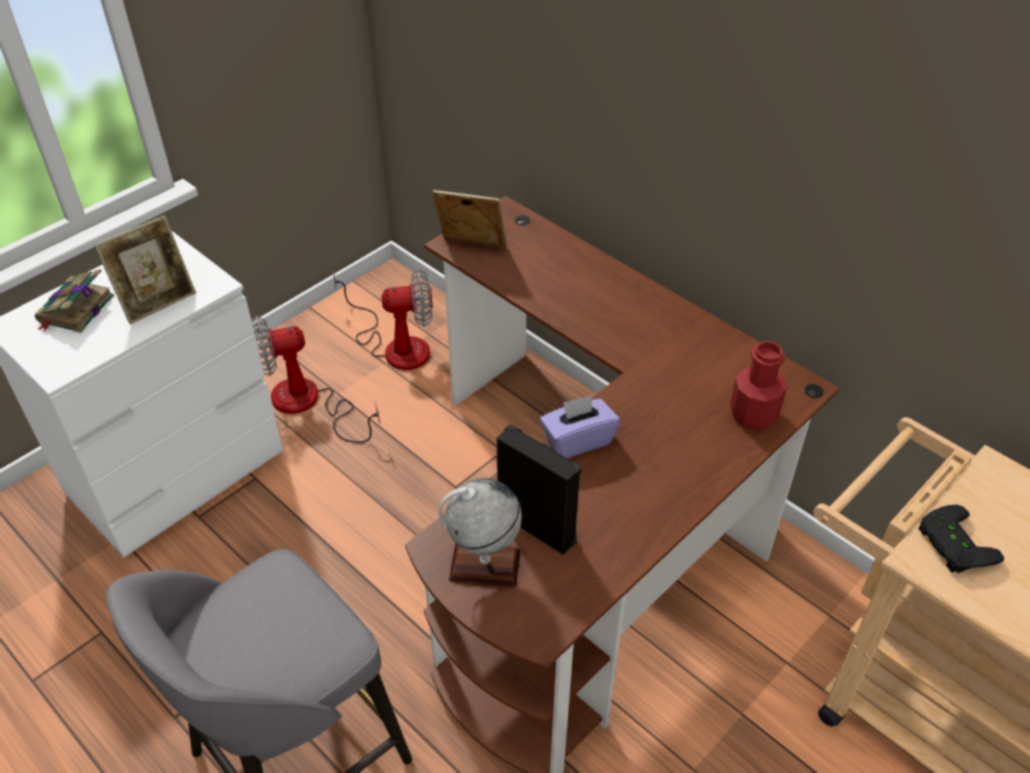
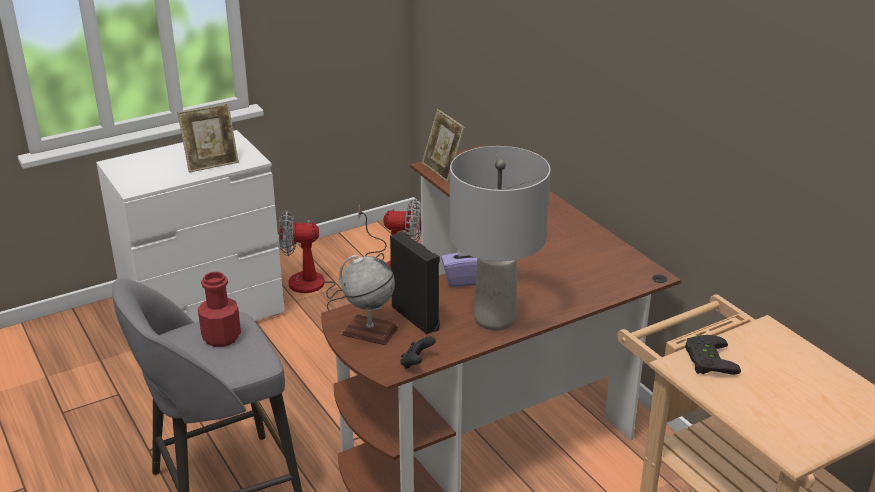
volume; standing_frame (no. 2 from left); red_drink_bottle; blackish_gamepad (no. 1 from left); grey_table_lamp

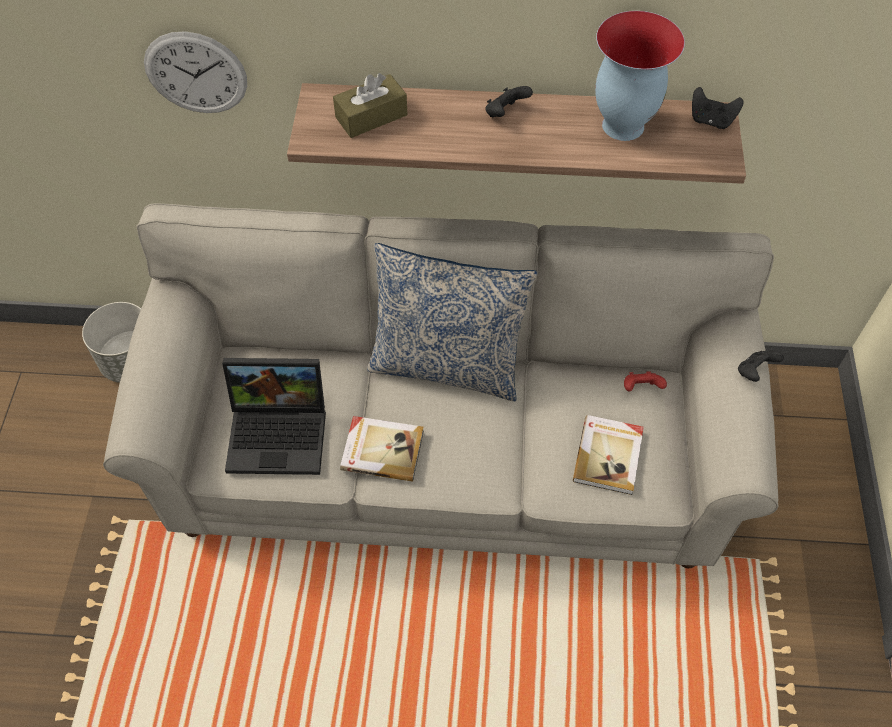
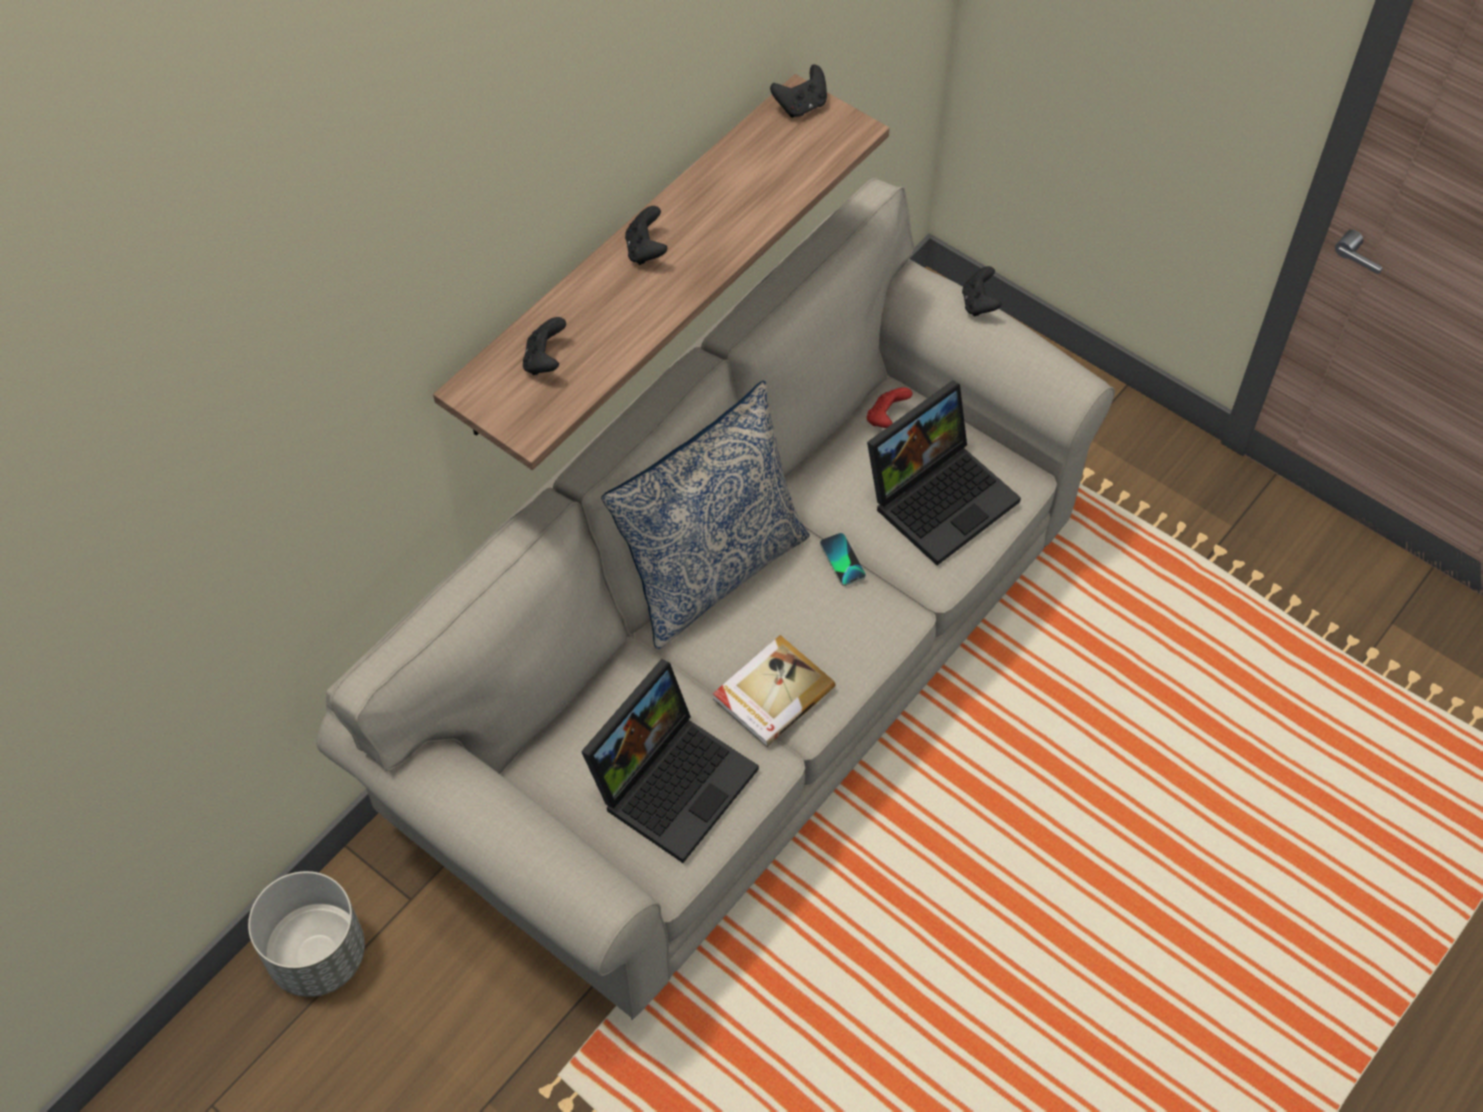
clock_on_the_wall; blackish_gamepad (no. 1 from left); notebook_computer (no. 2 from left); vase; telephone

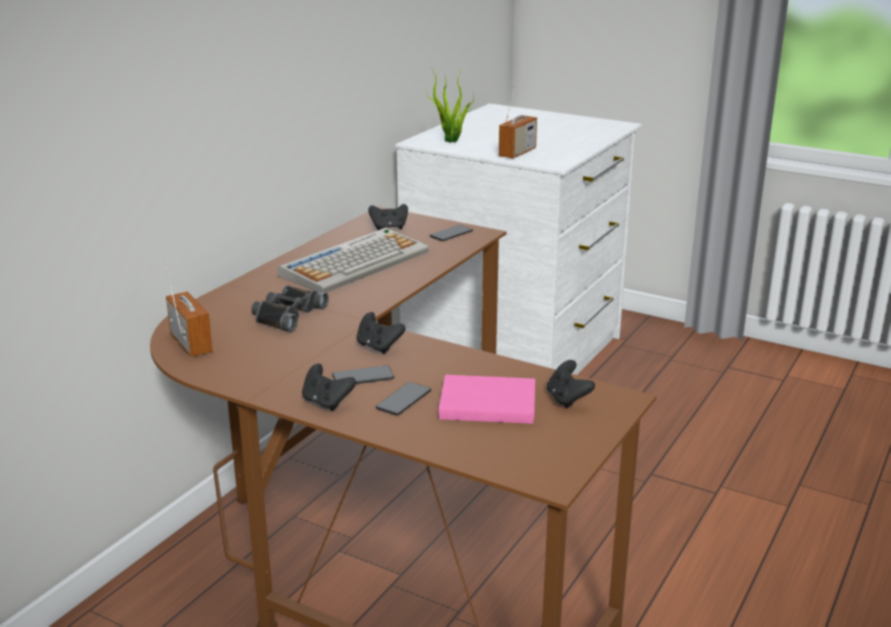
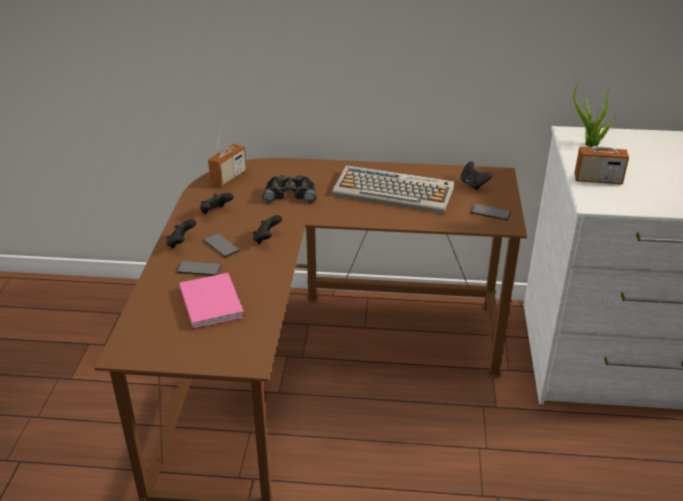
blackish_gamepad (no. 2 from left)

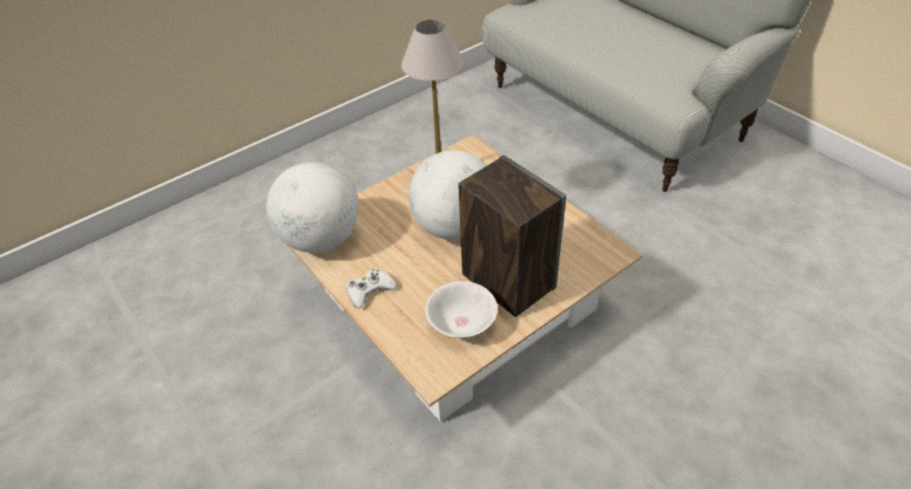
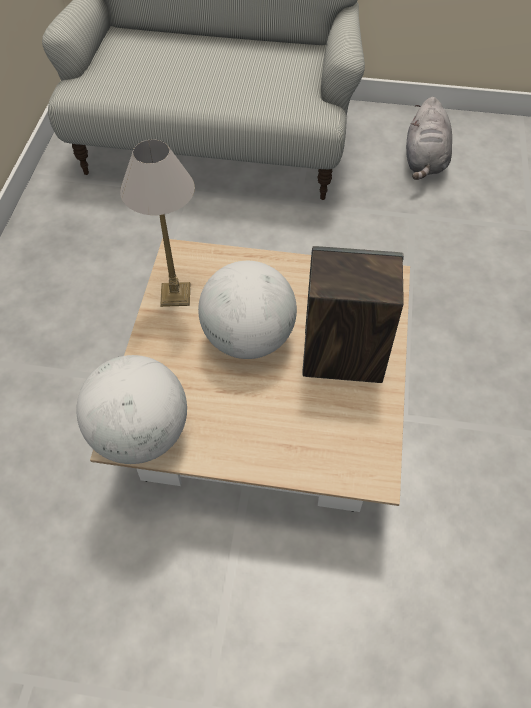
white_gamepad; white_bowl; grey_cuddly_toy

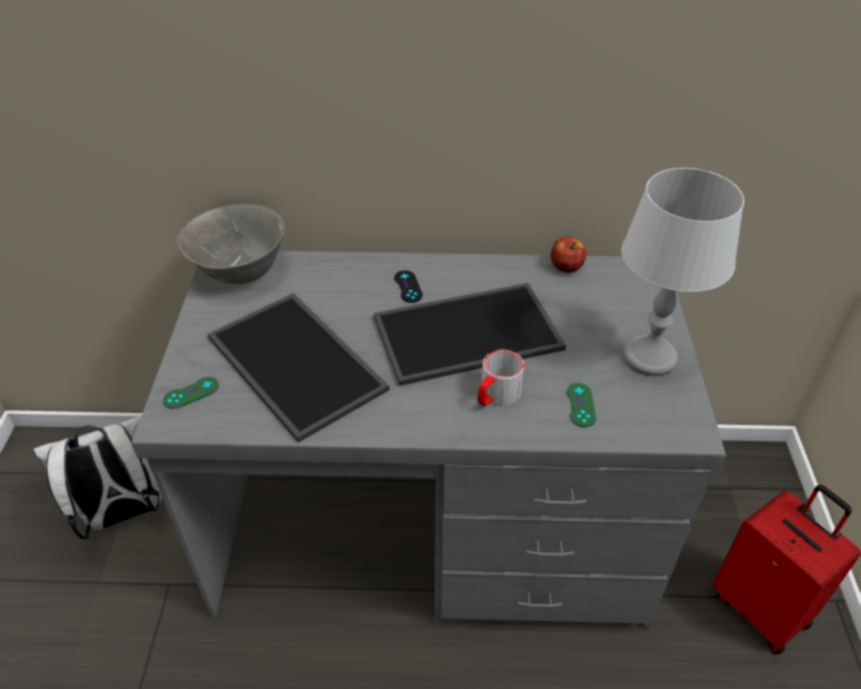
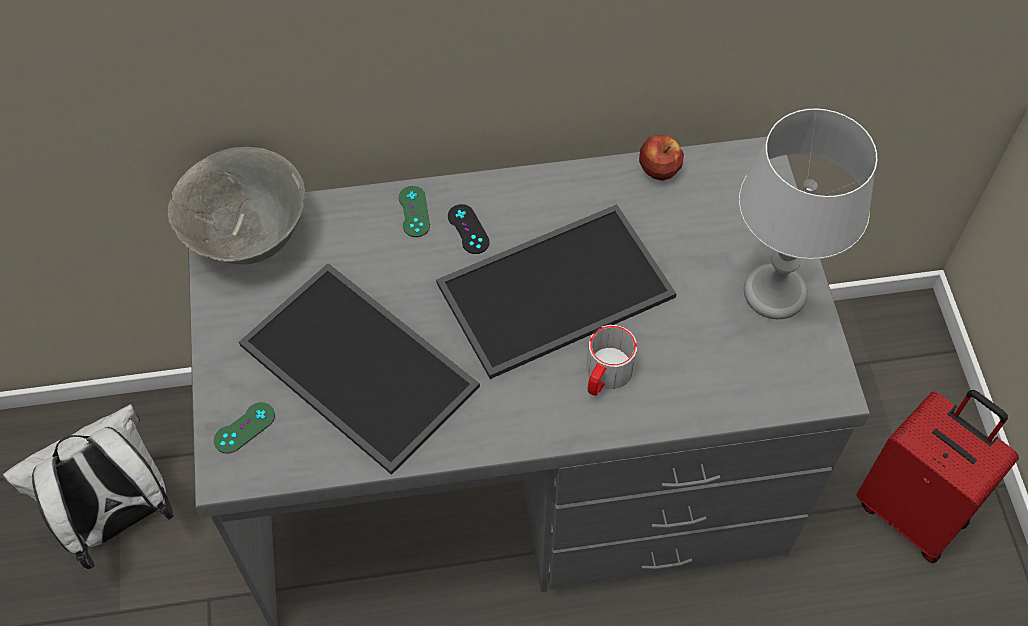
greenish_gamepad (no. 2 from left)

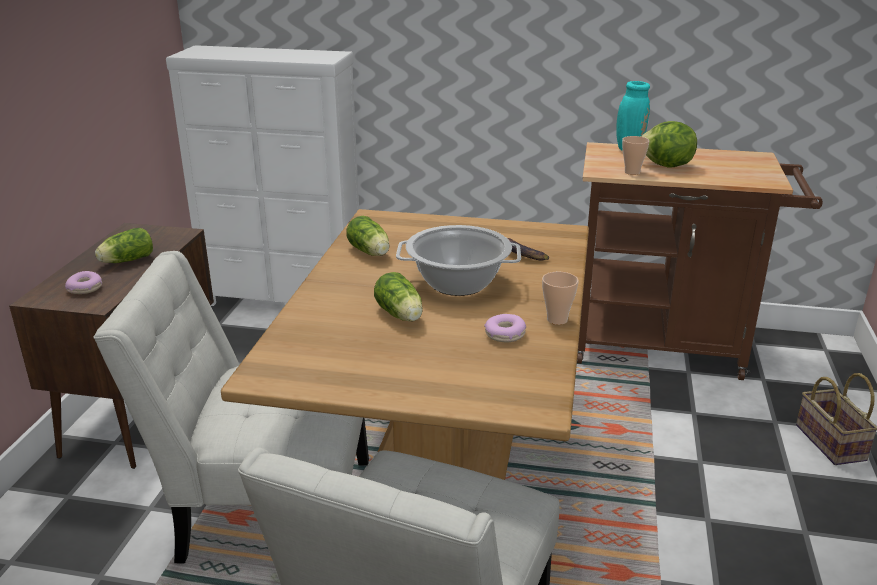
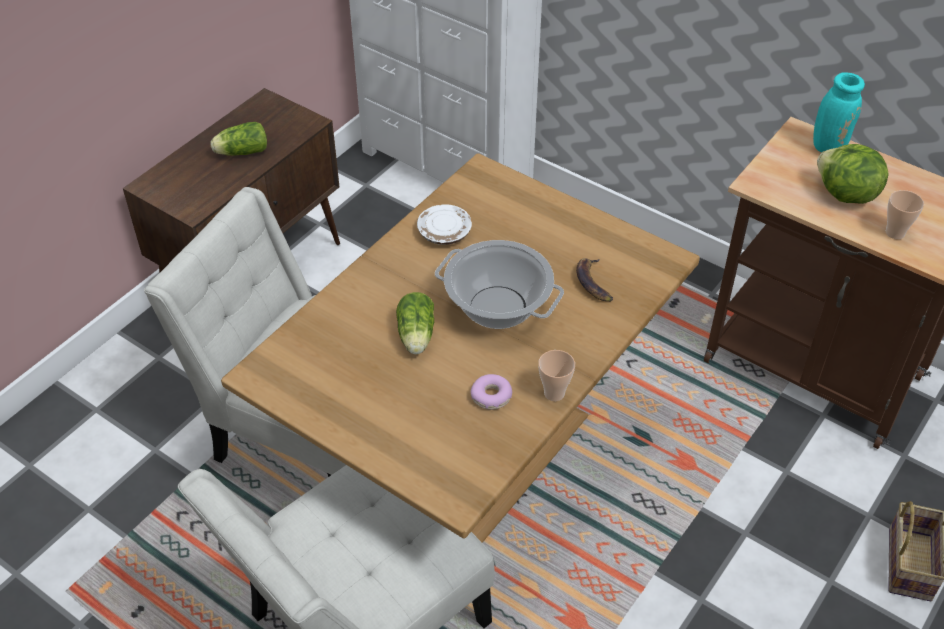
ring_doughnut (no. 1 from left in the first image); white_dinner_plate; small_cup (no. 2 from left)

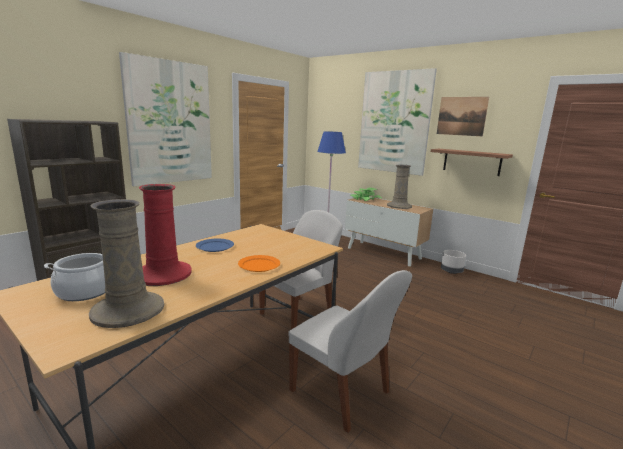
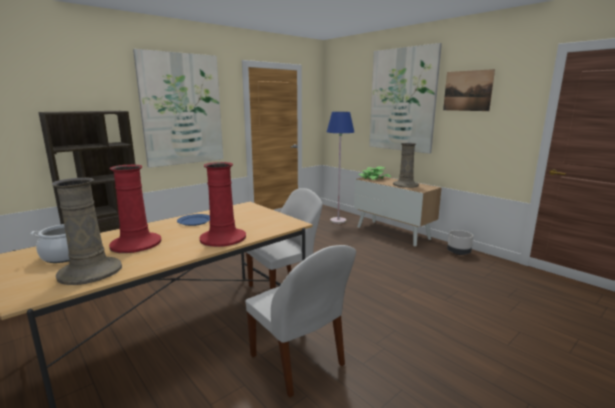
red_vase (no. 2 from left); wall_shelf

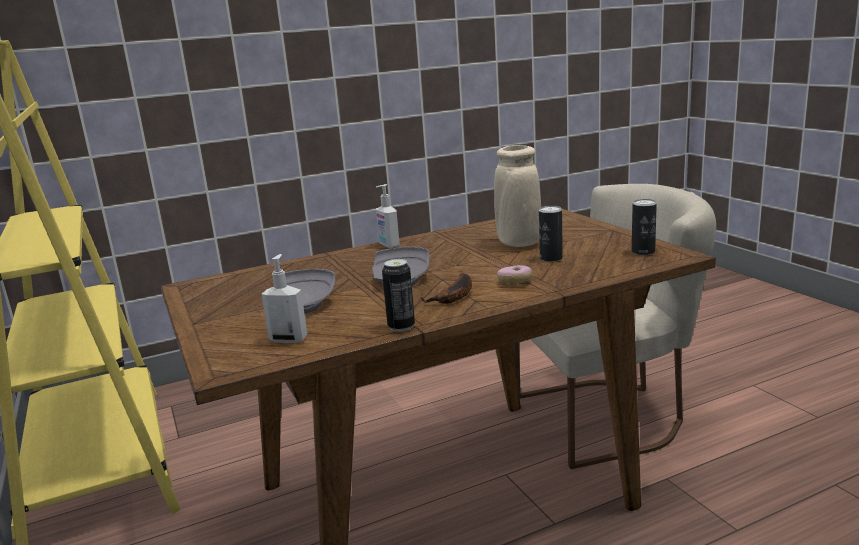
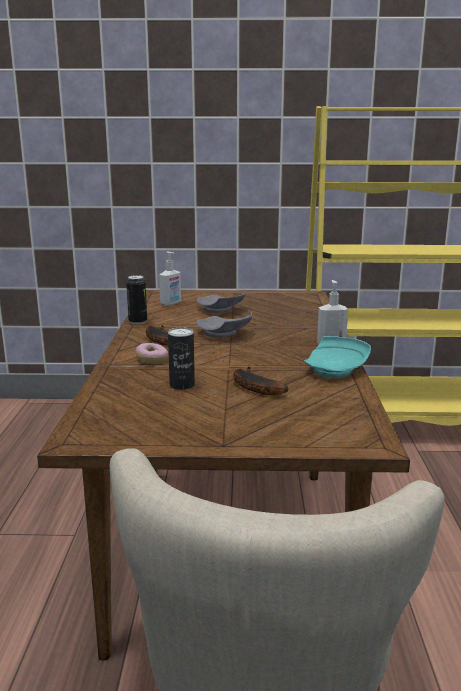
banana (no. 2 from left); sealed_can (no. 3 from left in the first image); turquoise_dinner_plate

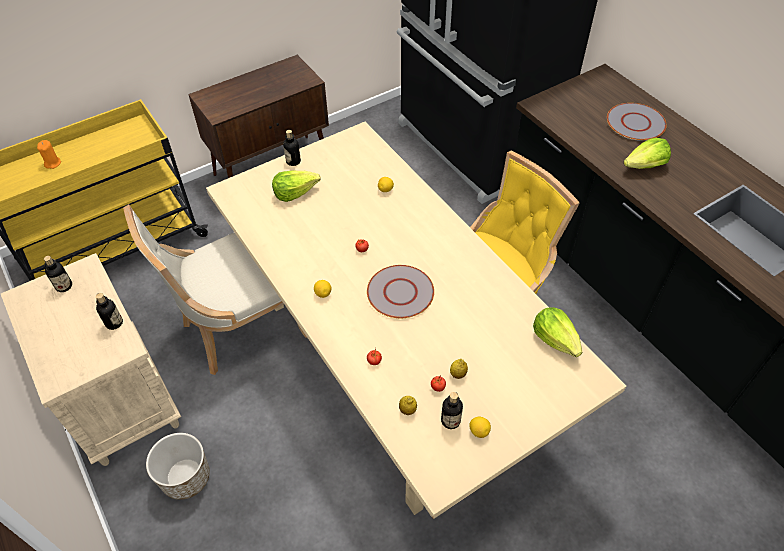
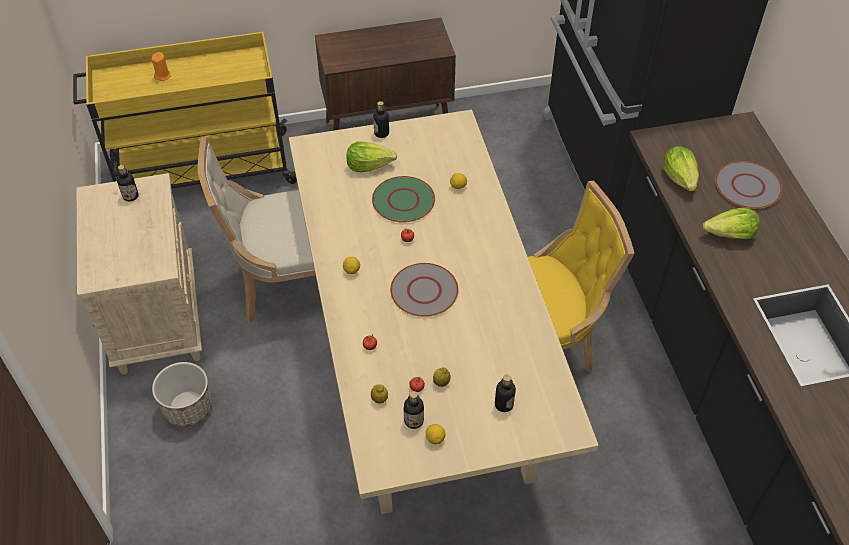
drink_bottle (no. 4 from left); head_of_lettuce (no. 2 from left); greenish_dinner_plate

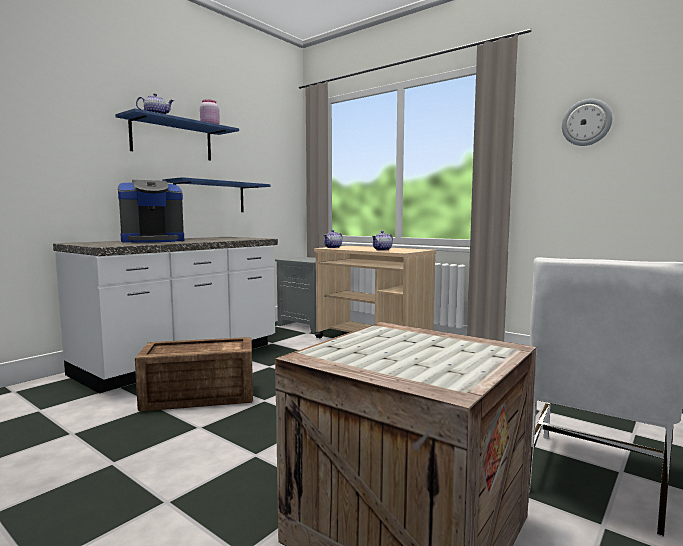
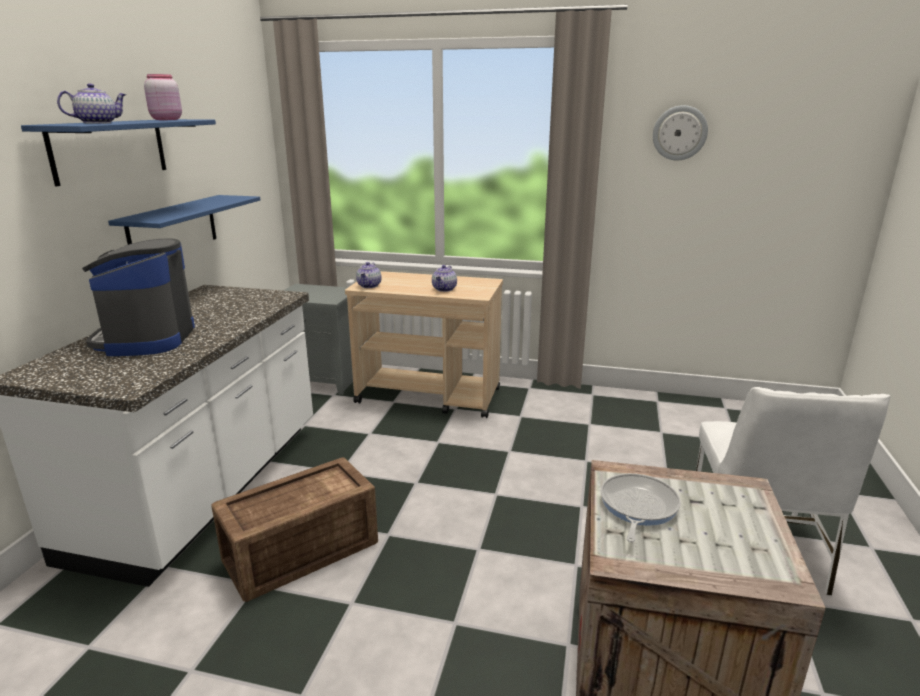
coffee_maker; pan

